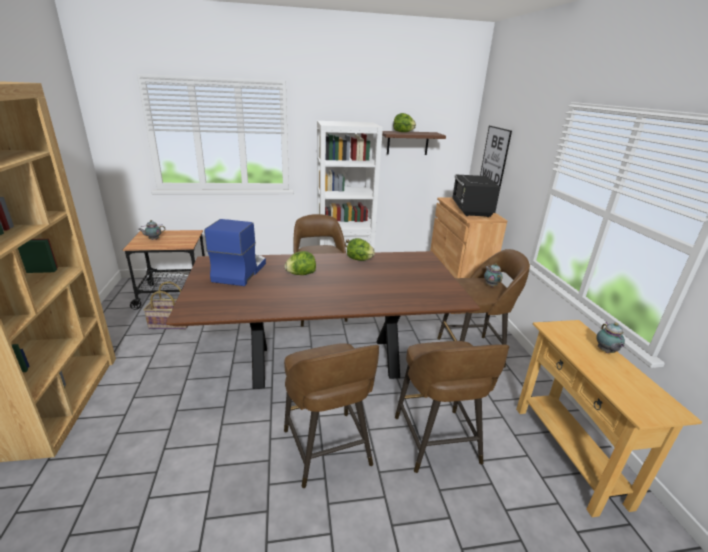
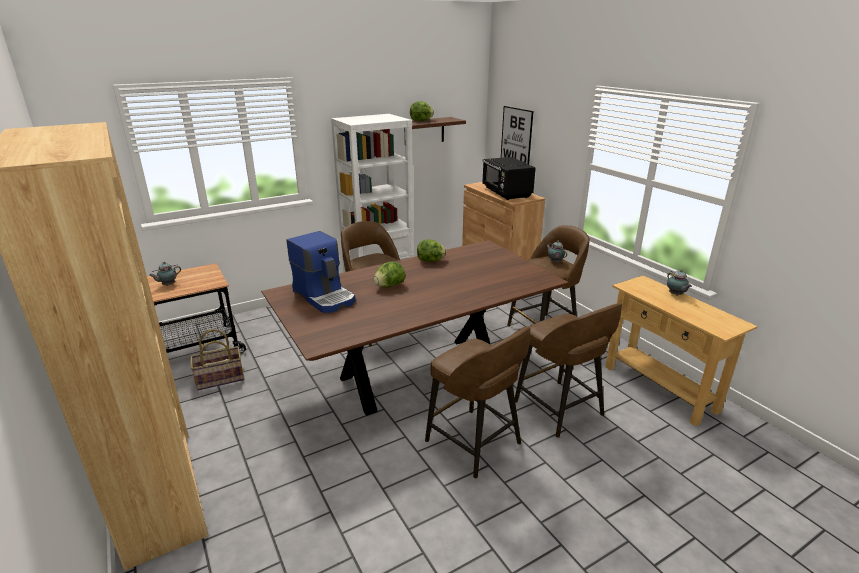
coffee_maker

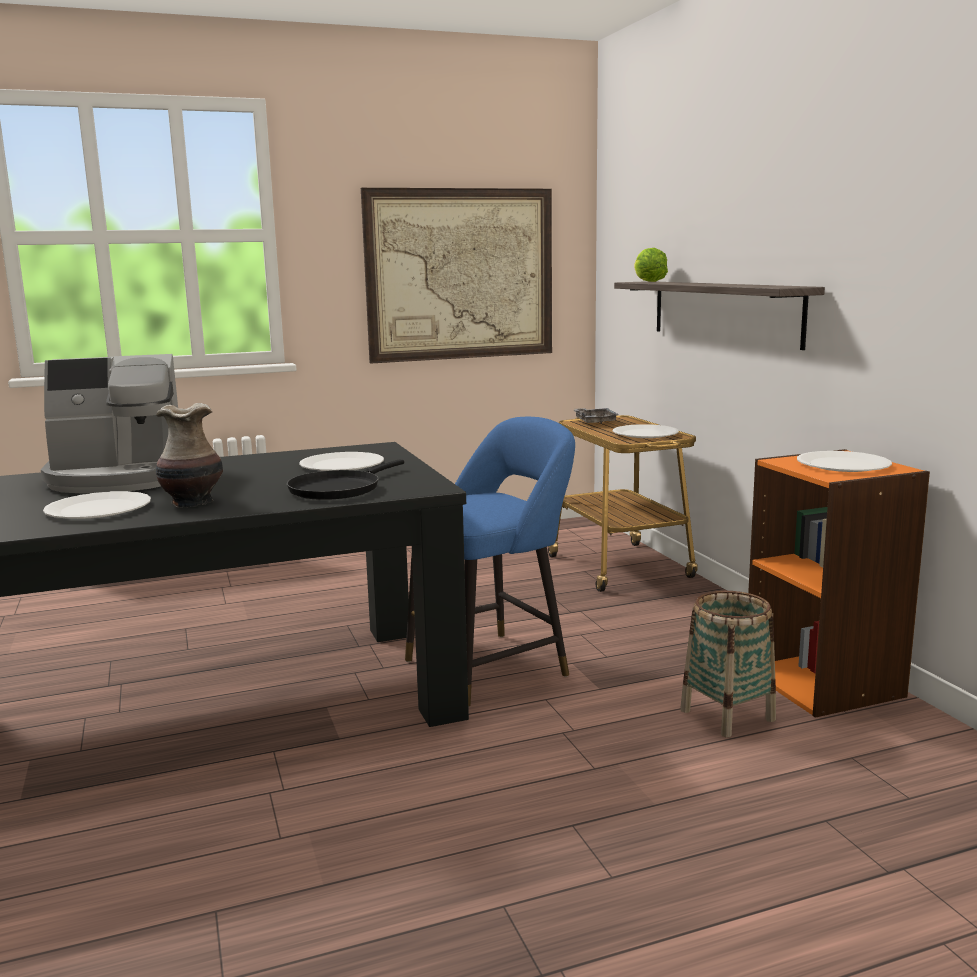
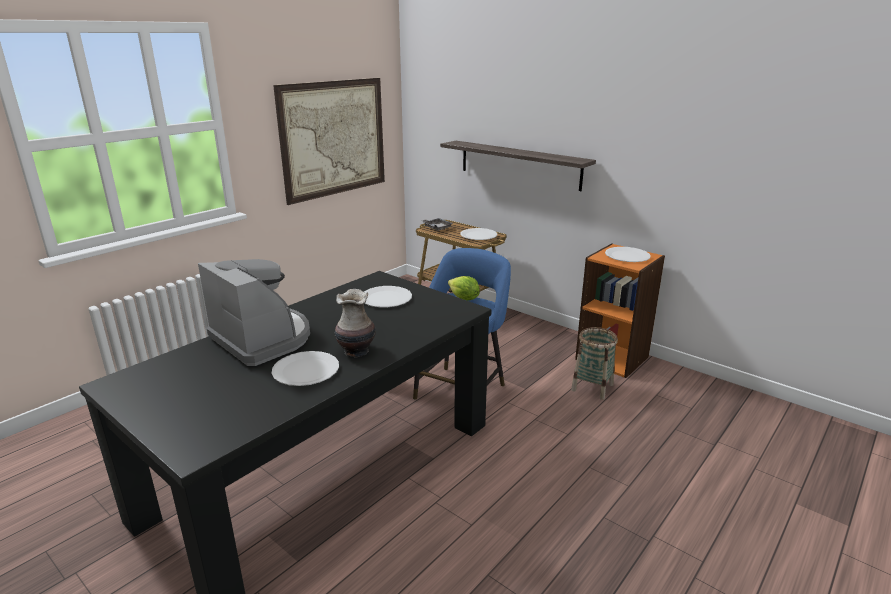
coffee_maker; blackish_pan; head_of_lettuce

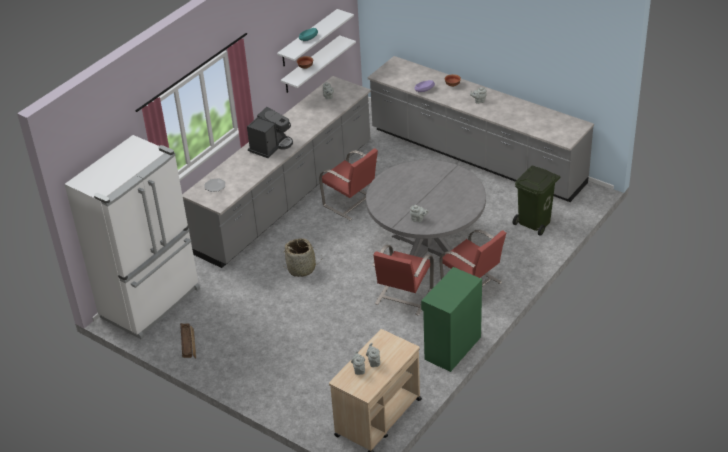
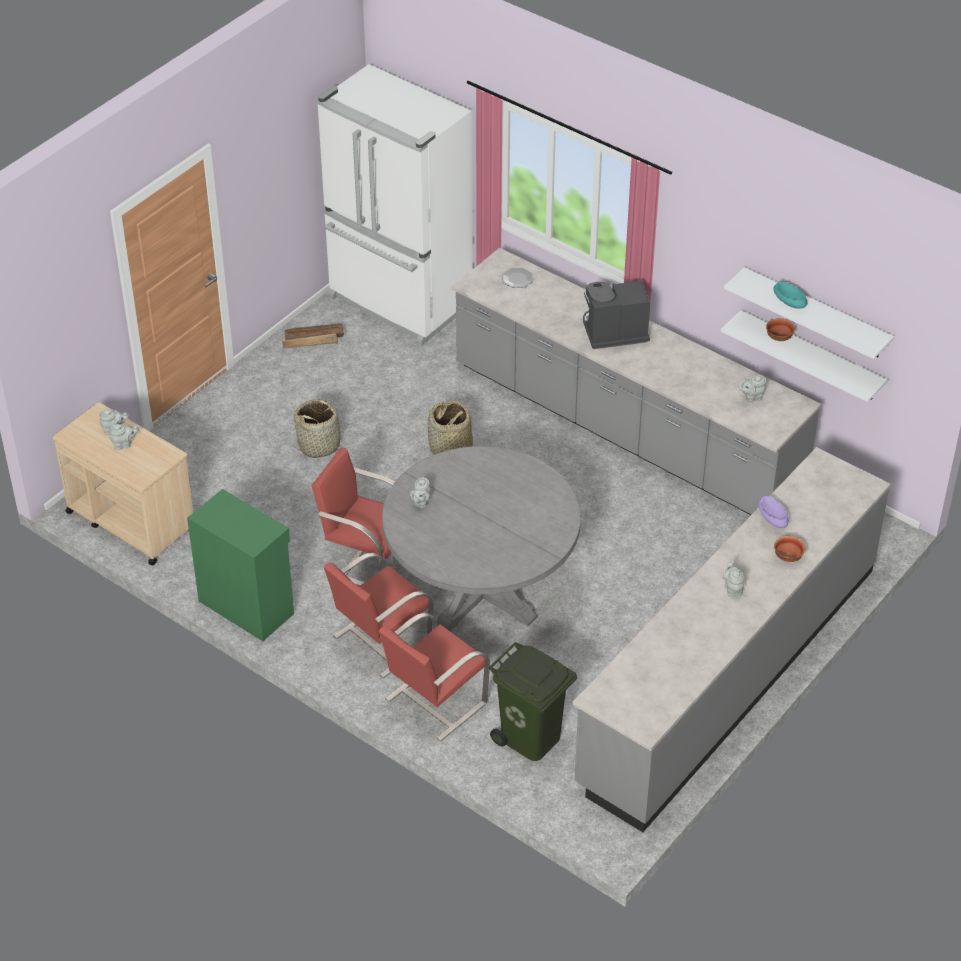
coffee_maker; red_chair (no. 3 from left); storage_basket (no. 1 from left)

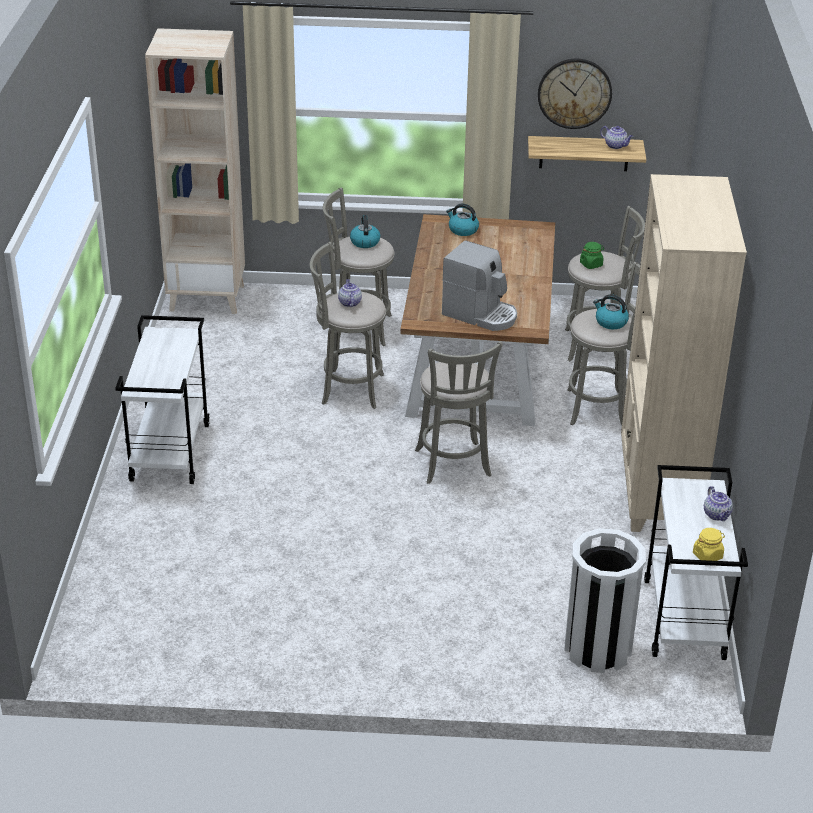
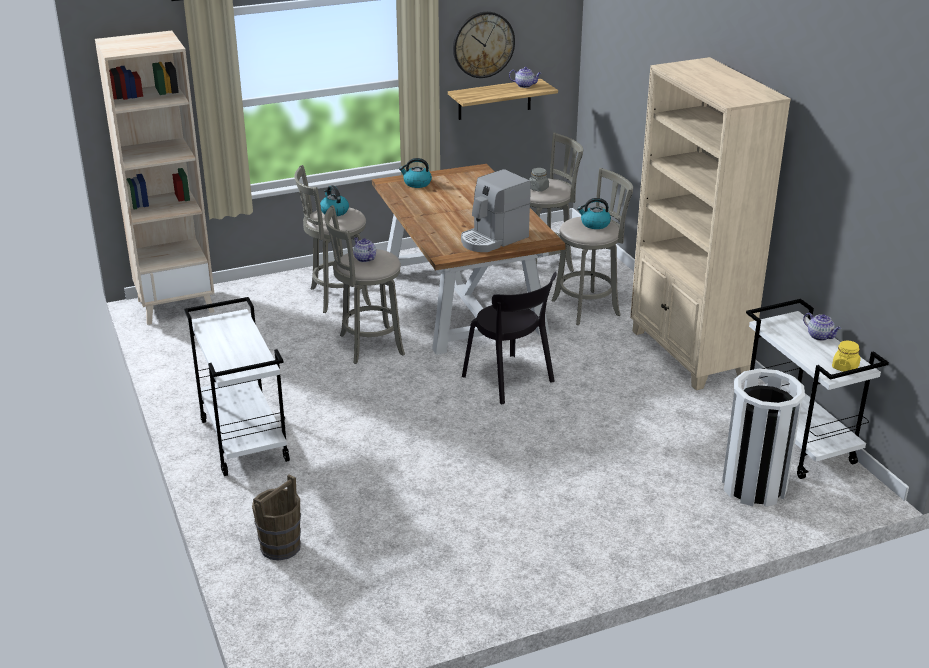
blackish_chair; coffee_maker; grey_preserve_jar; brown-coloured_bucket

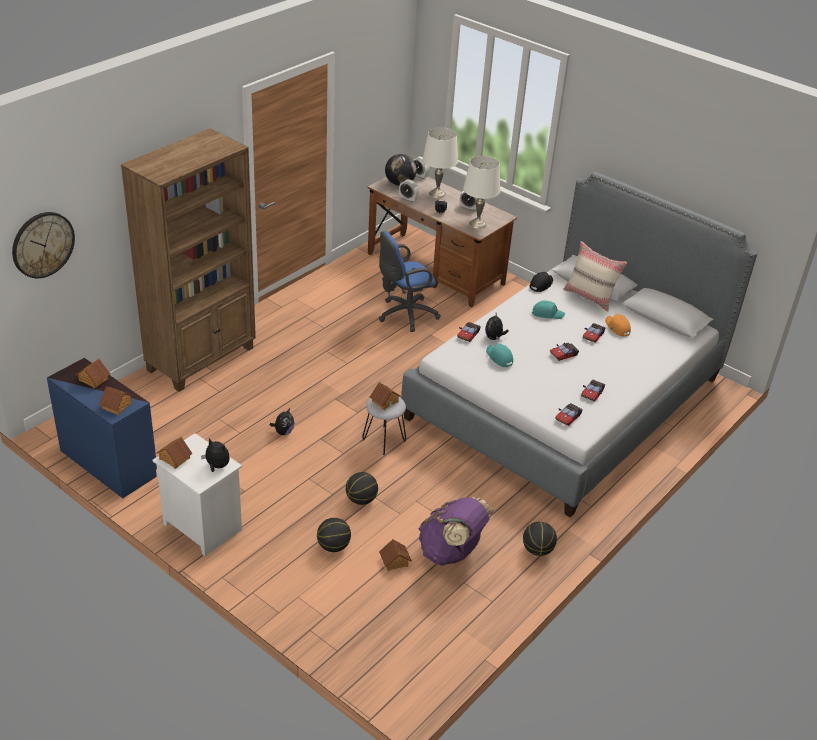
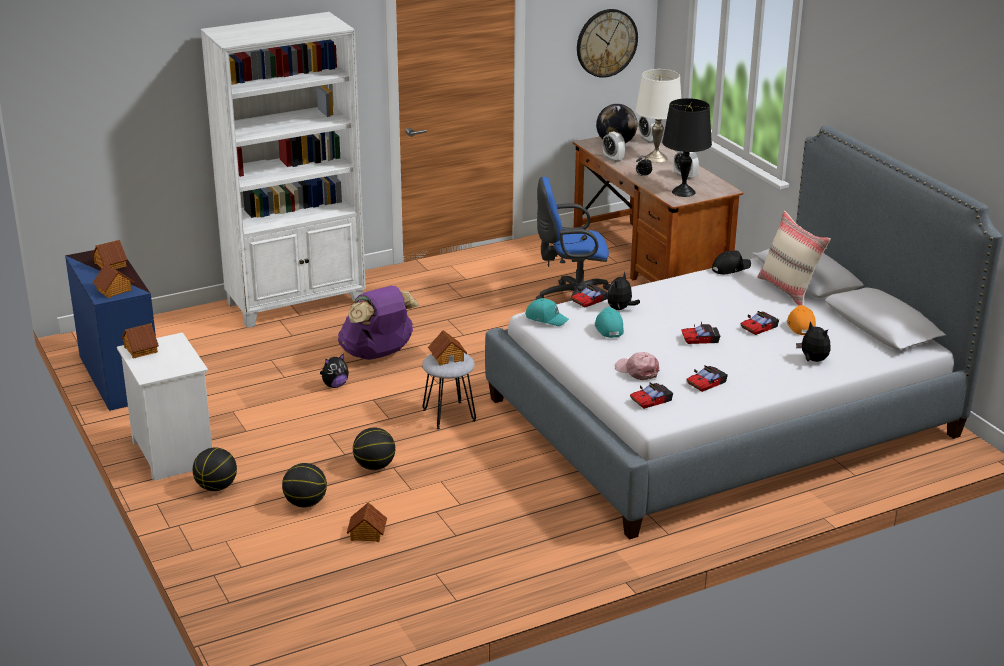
clock_on_the_wall; white_bookshelf; cuddly_toy (no. 3 from left); purple_backpack; blackish_table_lamp; ball_for_basketball (no. 1 from left); turquoise_cap (no. 1 from left); pink-coloured_cap

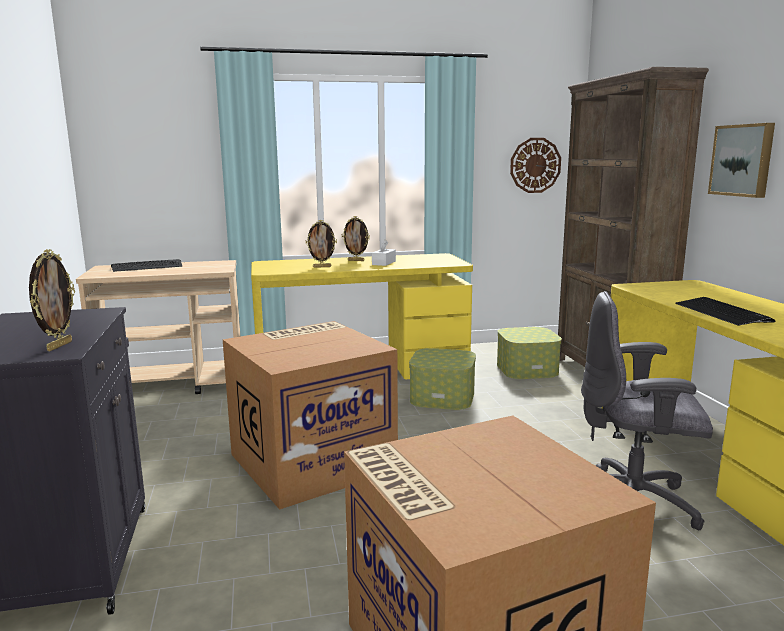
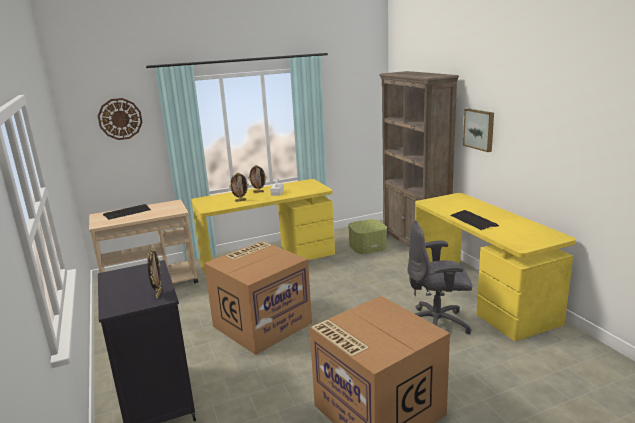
storage_container (no. 1 from left in the first image); clock_on_the_wall

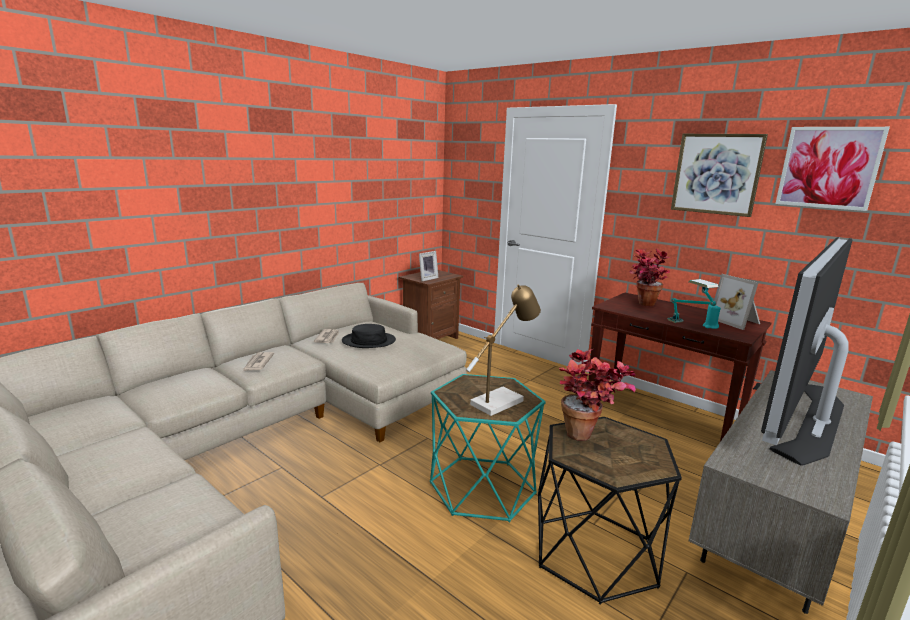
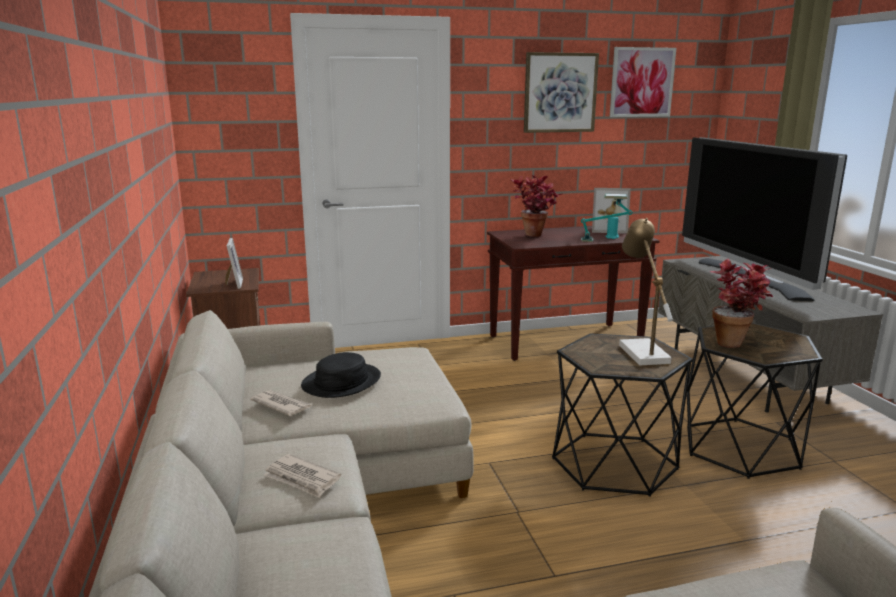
blackish_side_table (no. 1 from left)

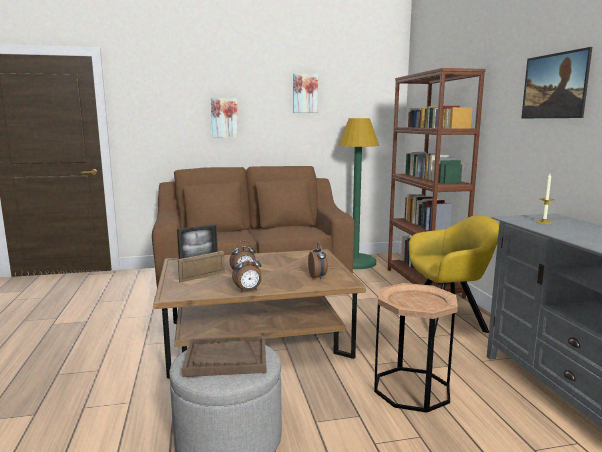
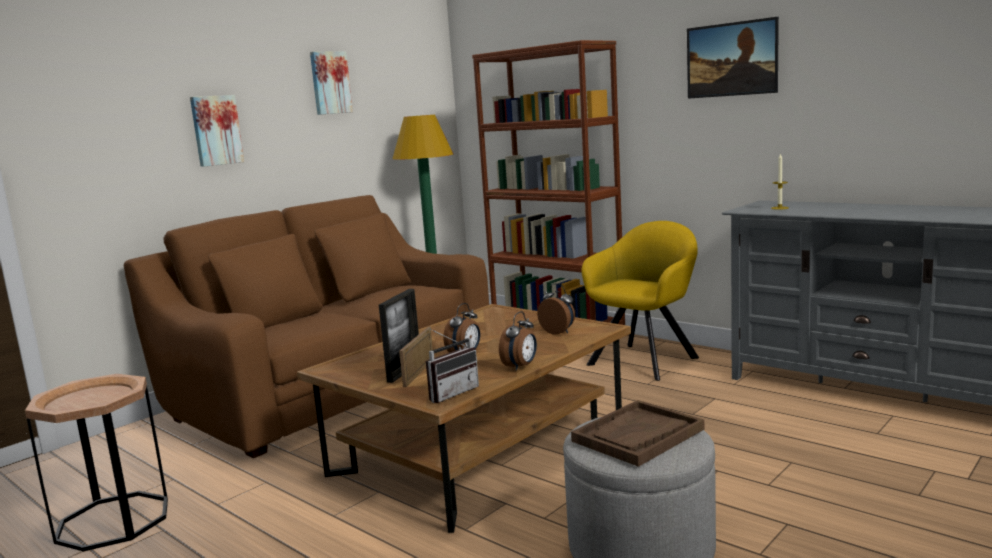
brown-coloured_side_table; radio_set

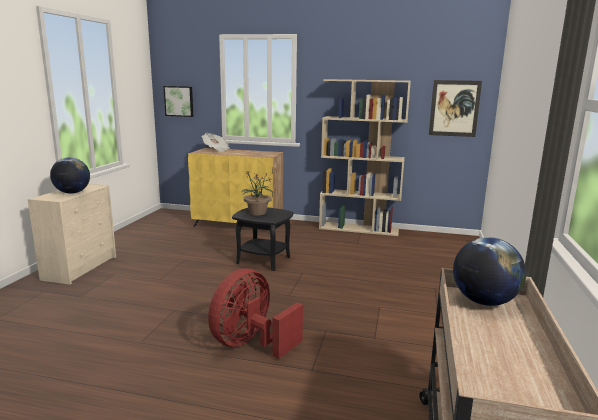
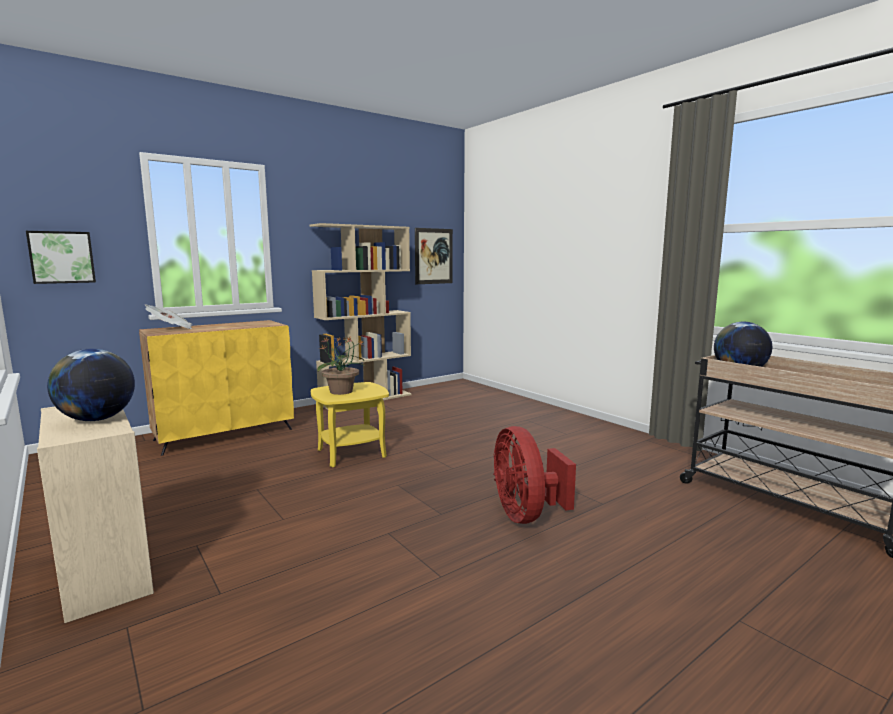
yellow-coloured_side_table

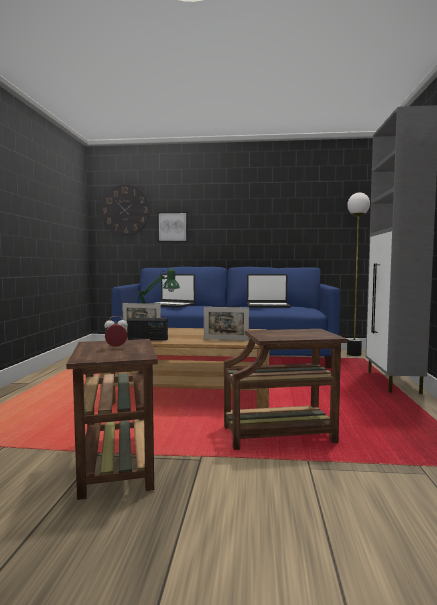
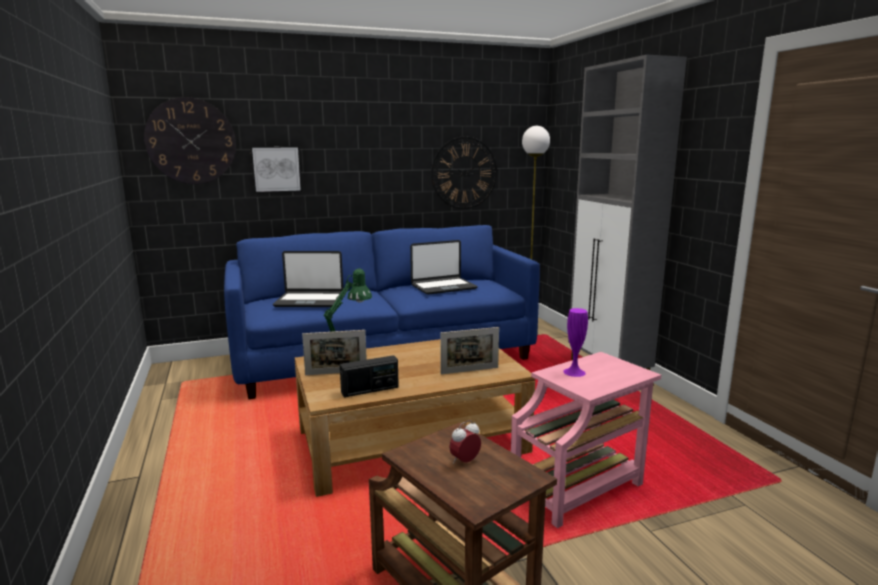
pink-coloured_side_table; clock_on_the_wall (no. 2 from left); purple_vase

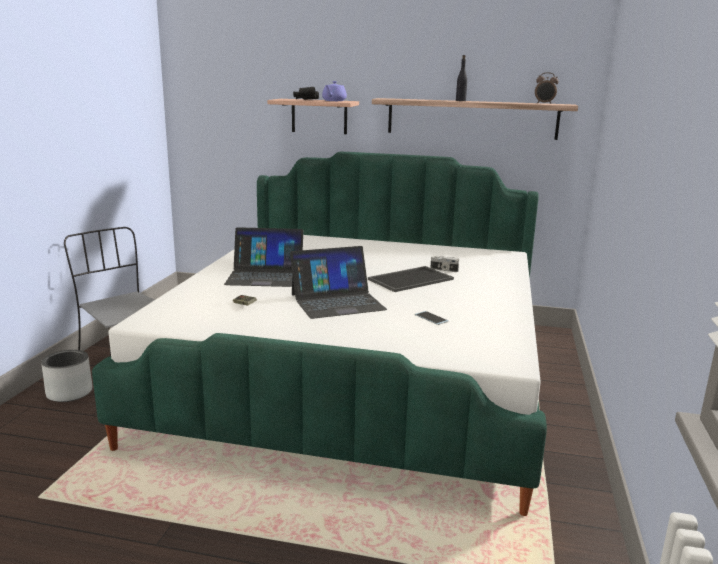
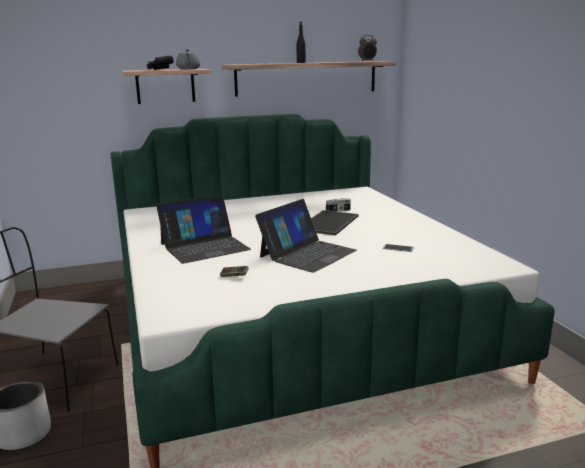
grey_pot_for_tea

